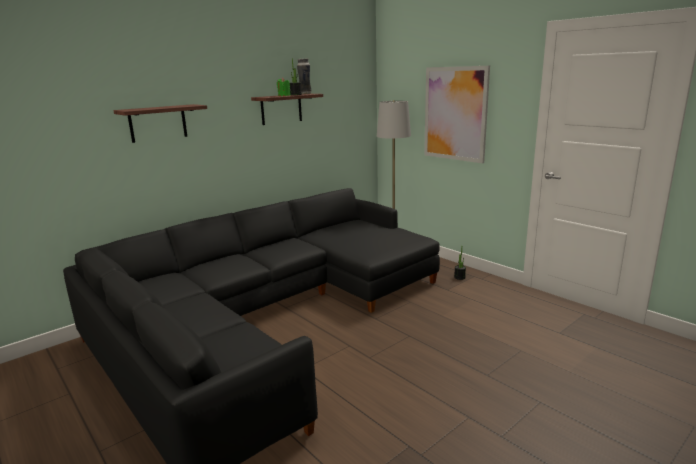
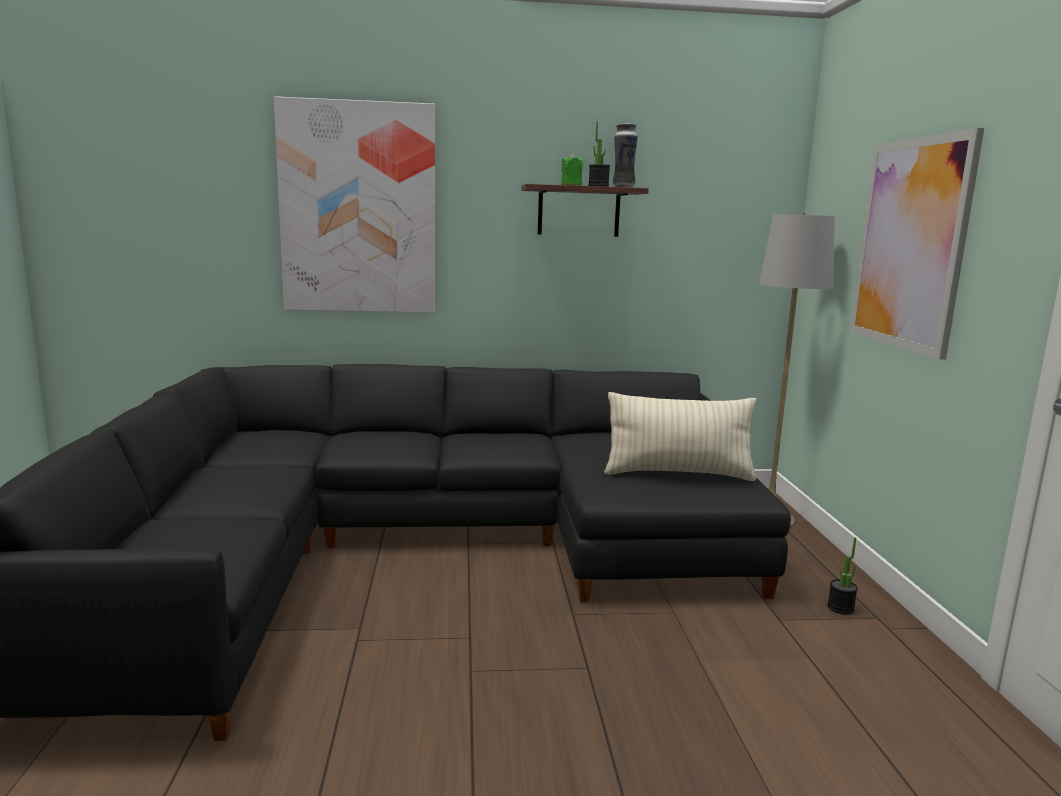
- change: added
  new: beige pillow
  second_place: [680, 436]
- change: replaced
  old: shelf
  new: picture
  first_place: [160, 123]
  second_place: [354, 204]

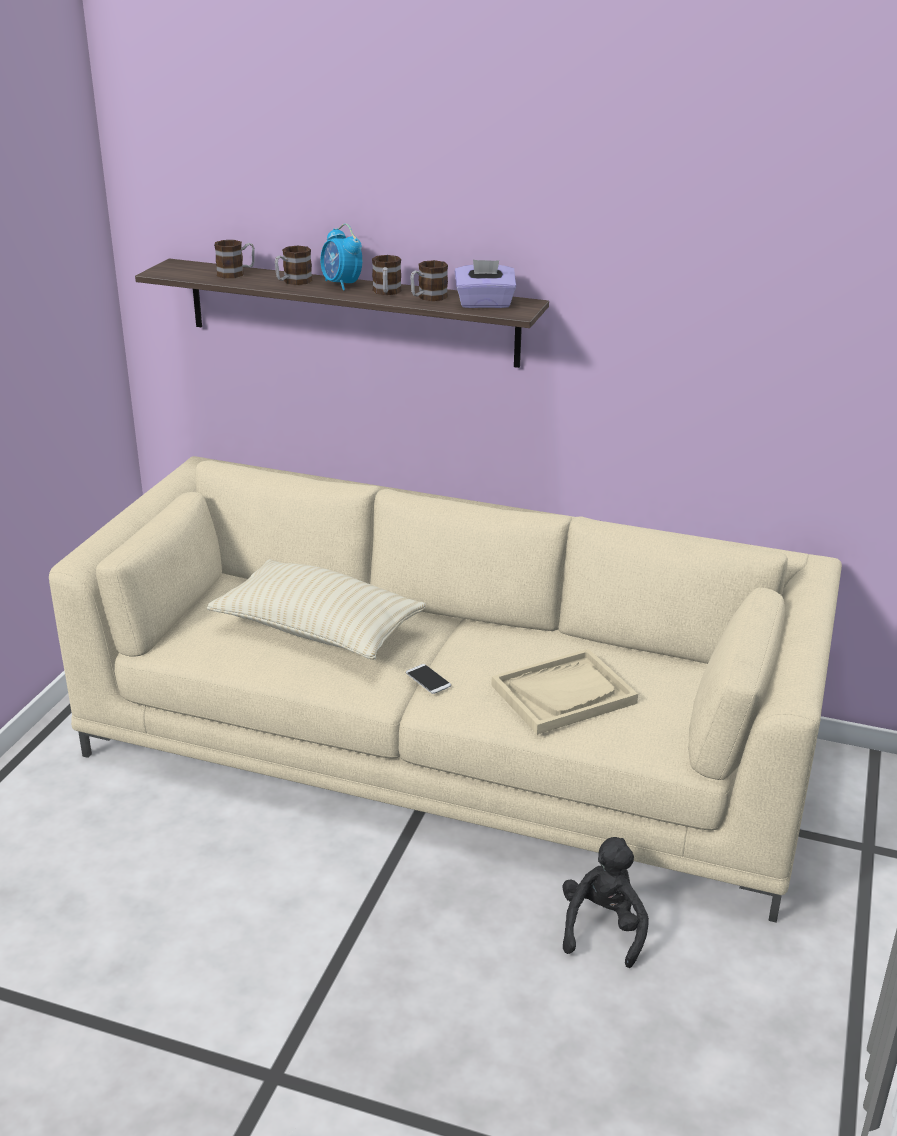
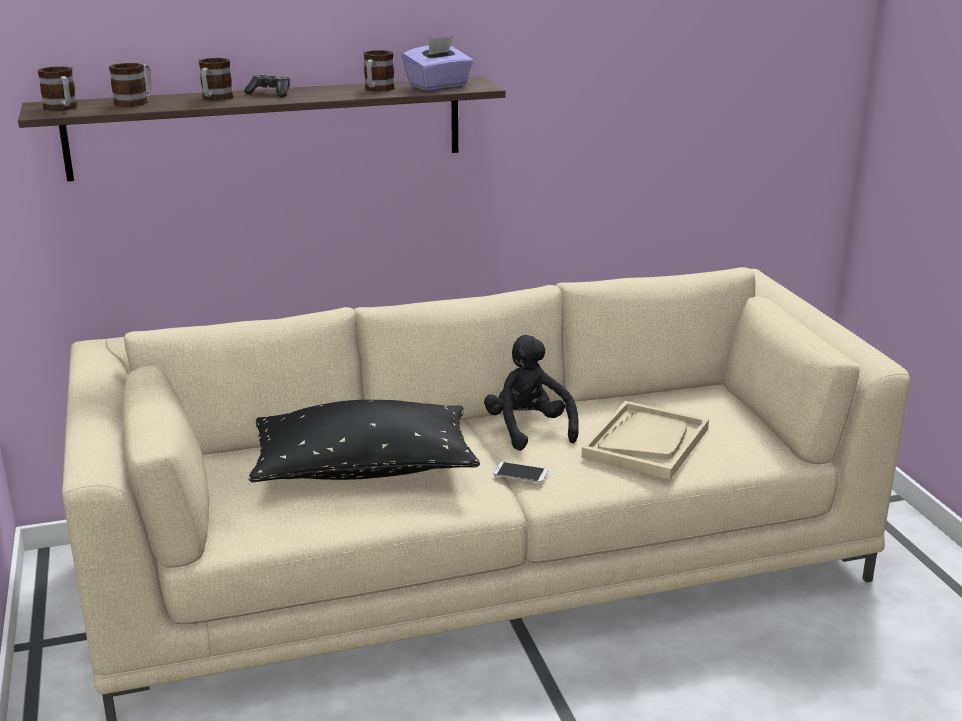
- change: moved
  old: mug
  first_place: [387, 275]
  second_place: [58, 88]
- change: moved
  old: black plush toy
  first_place: [606, 902]
  second_place: [531, 393]
- change: replaced
  old: alarm clock
  new: game controller
  first_place: [341, 257]
  second_place: [267, 85]
- change: recoloured
  old: beige pillow
  new: black pillow
  first_place: [316, 609]
  second_place: [364, 441]

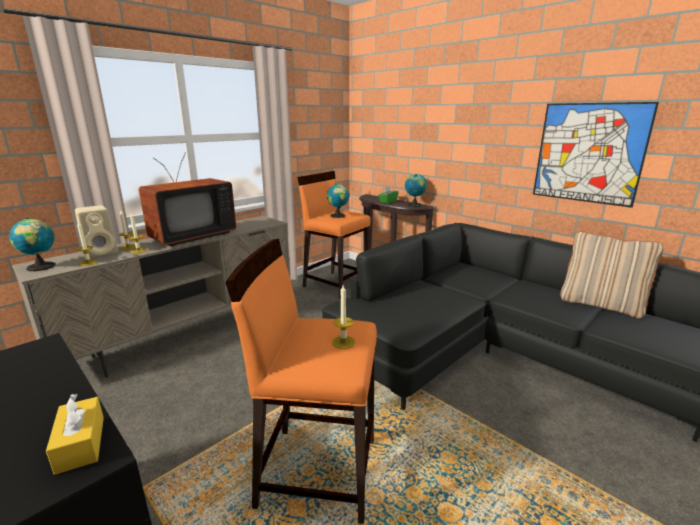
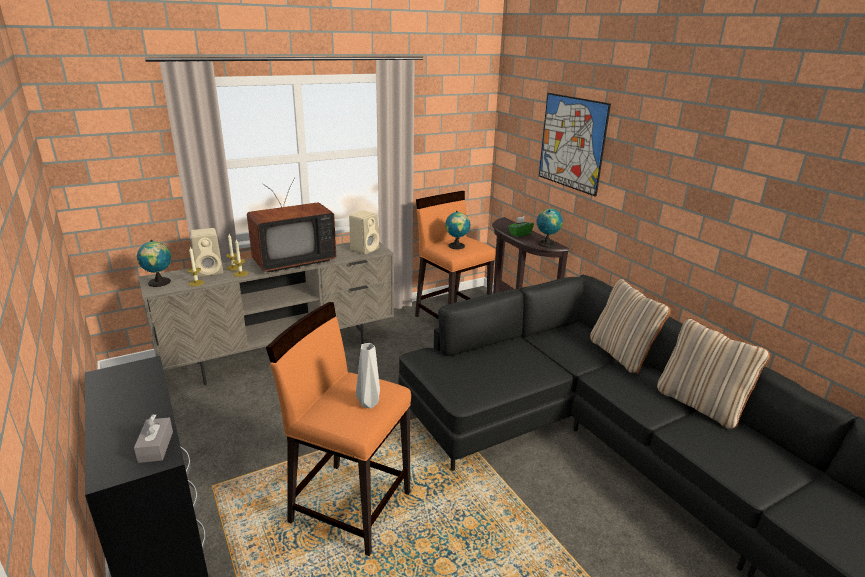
- change: added
  new: beige speaker
  second_place: [364, 232]
- change: added
  new: beige pillow
  second_place: [630, 326]
- change: moved
  old: picture
  first_place: [596, 155]
  second_place: [575, 145]
- change: replaced
  old: candle
  new: grey vase
  first_place: [343, 317]
  second_place: [368, 376]
- change: recoloured
  old: yellow tissue box
  new: grey tissue box
  first_place: [75, 434]
  second_place: [153, 438]

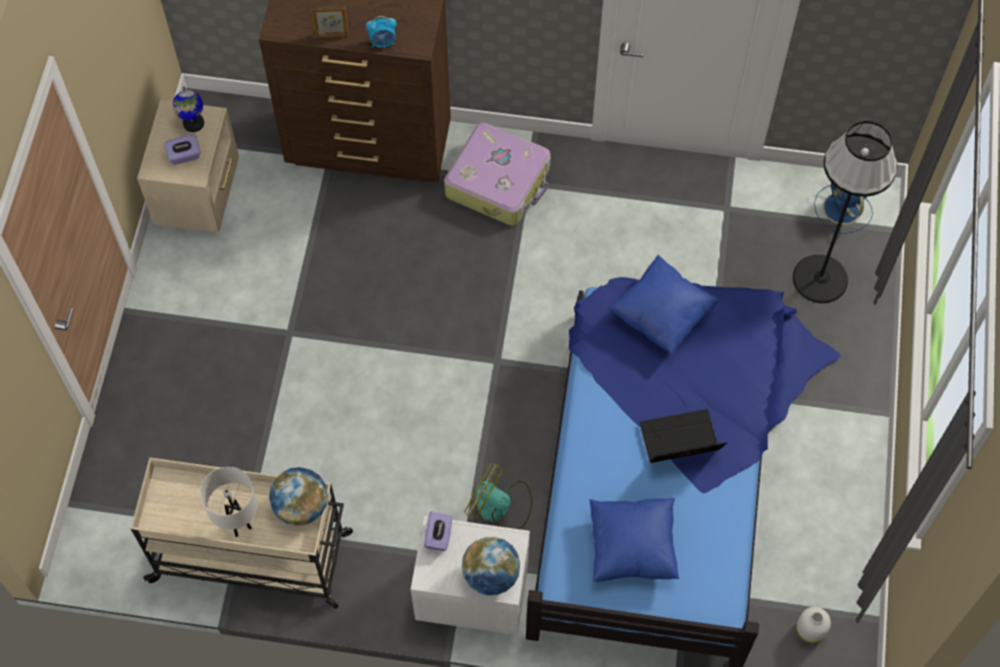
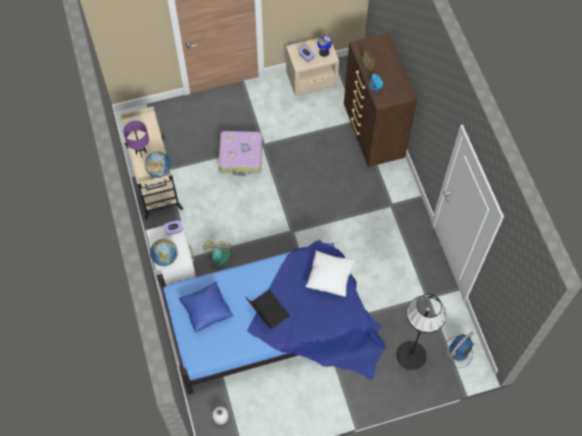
- change: moved
  old: suitcase
  first_place: [497, 174]
  second_place: [240, 153]
- change: recoloured
  old: white table lamp
  new: purple table lamp
  first_place: [229, 502]
  second_place: [136, 139]
- change: recoloured
  old: blue pillow
  new: white pillow
  first_place: [664, 305]
  second_place: [330, 273]

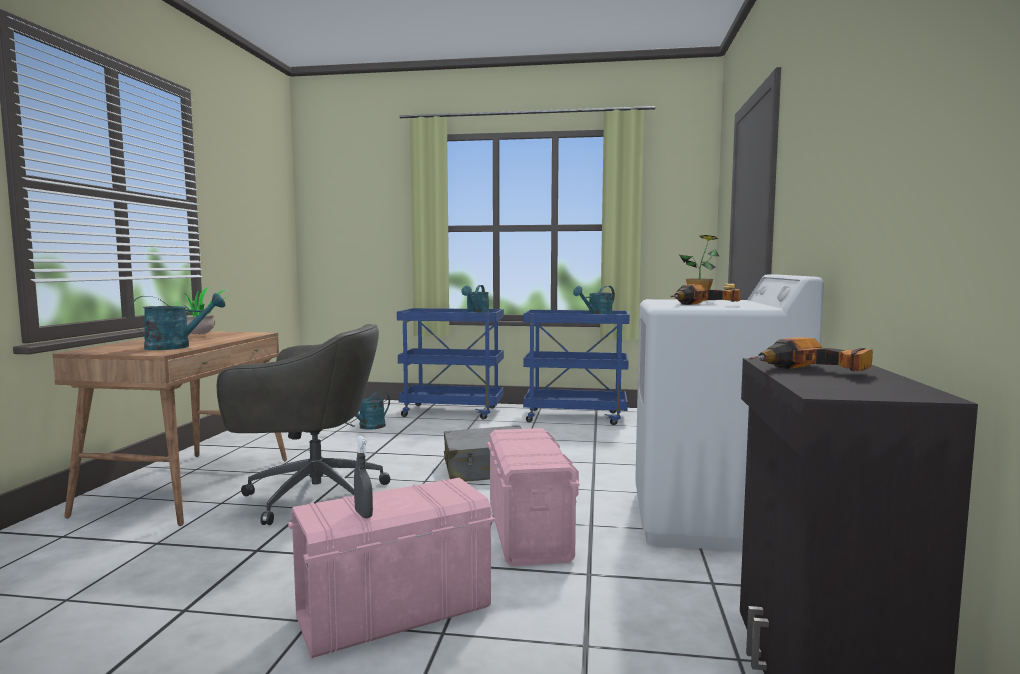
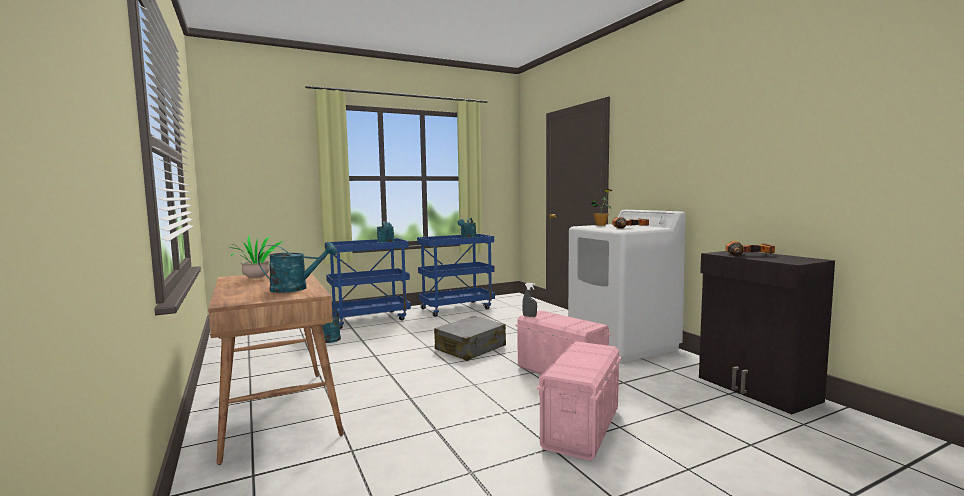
- change: removed
  old: grey office chair
  first_place: [303, 424]
- change: moved
  old: grey spray bottle
  first_place: [363, 477]
  second_place: [529, 300]
- change: turned
  old: turquoise watering can
  first_place: [177, 321]
  second_place: [297, 267]
  degrees: 60

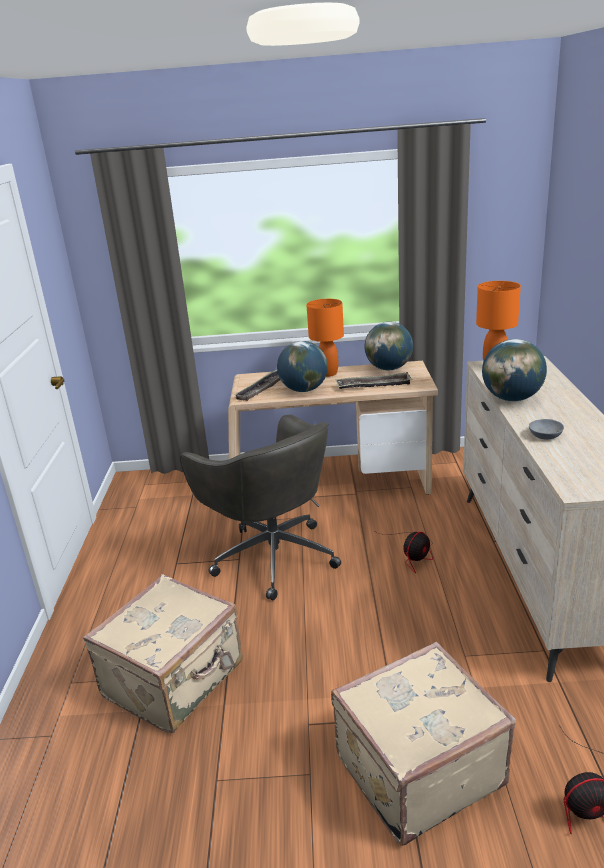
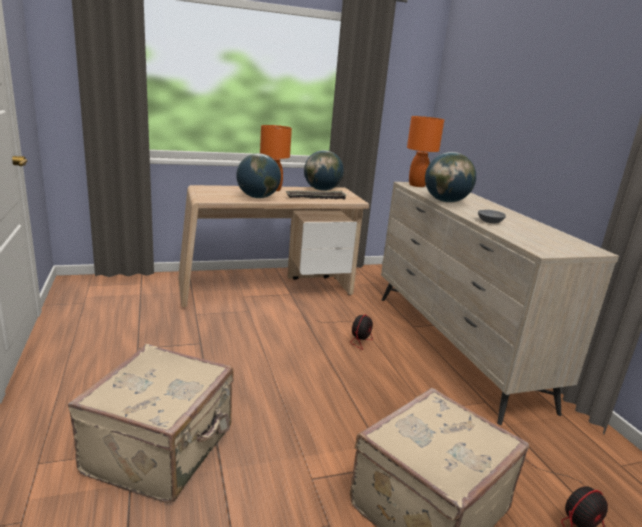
- change: removed
  old: grey office chair
  first_place: [260, 507]
- change: removed
  old: tray
  first_place: [257, 385]

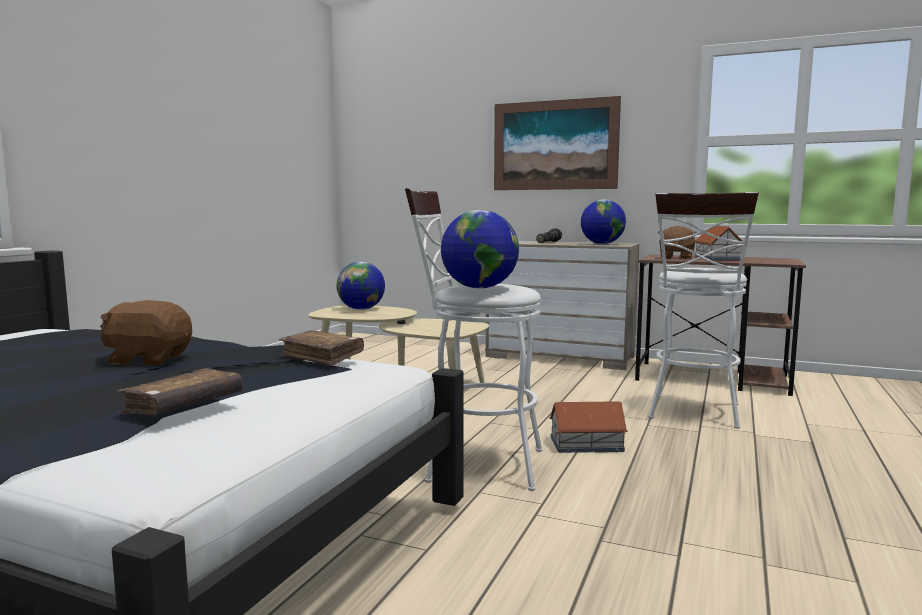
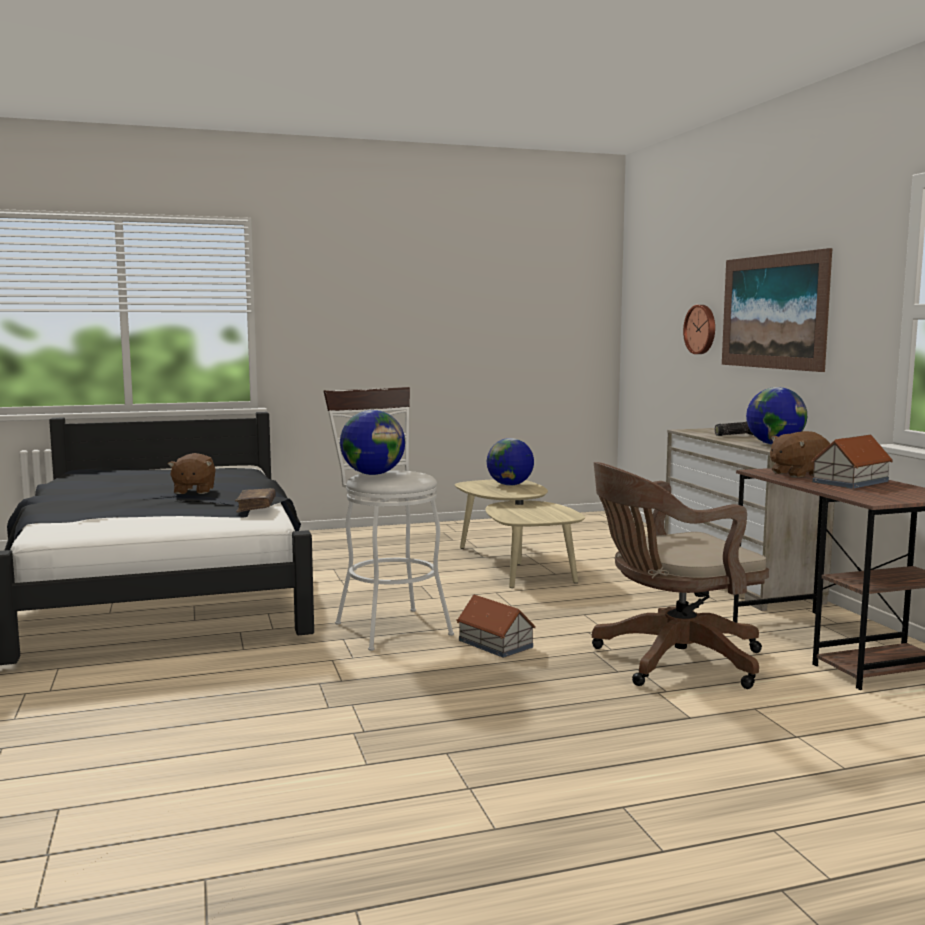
- change: removed
  old: brown book
  first_place: [179, 392]
- change: added
  new: wall clock
  second_place: [699, 329]
- change: replaced
  old: white stool
  new: brown office chair
  first_place: [703, 310]
  second_place: [680, 575]
- change: turned
  old: brown plush toy
  first_place: [146, 333]
  second_place: [192, 473]
  degrees: -150

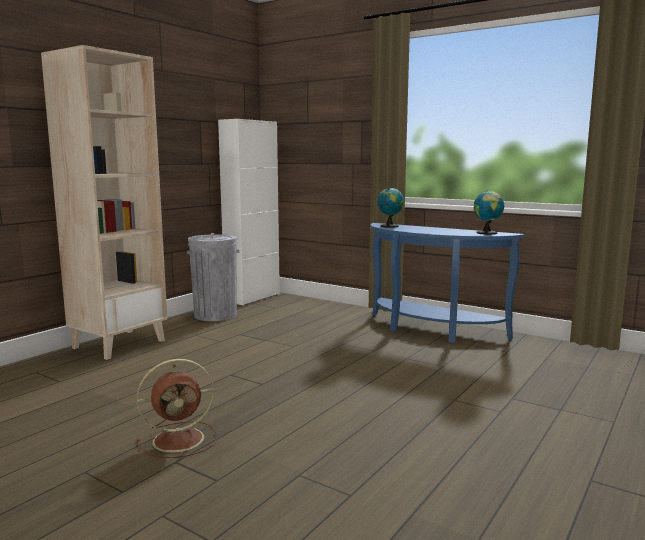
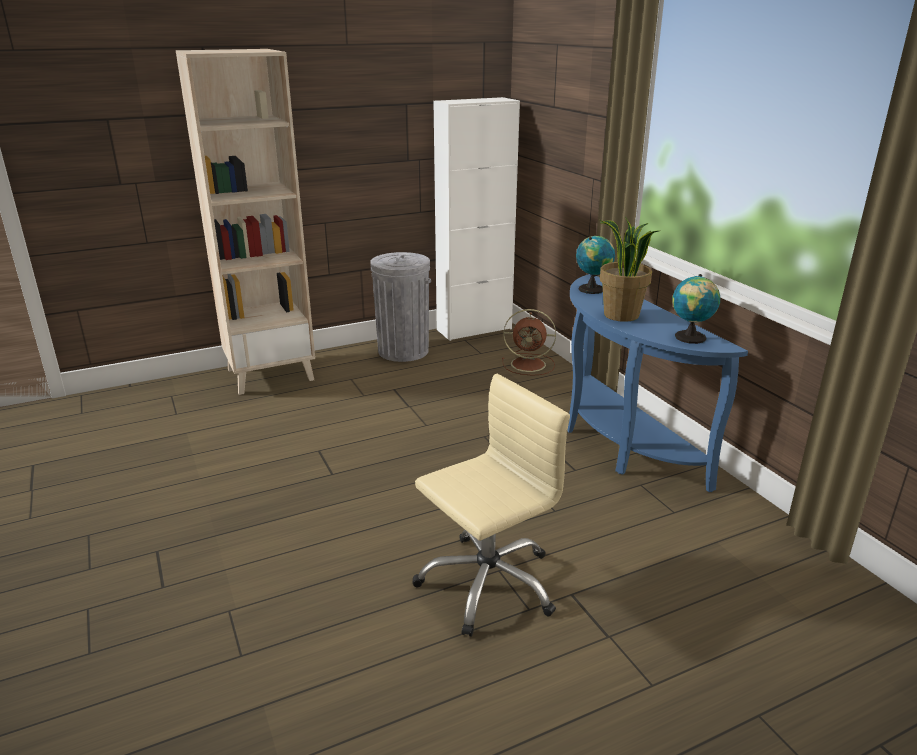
- change: added
  new: beige office chair
  second_place: [491, 505]
- change: added
  new: potted plant
  second_place: [629, 269]
- change: moved
  old: brown fan
  first_place: [177, 408]
  second_place: [529, 342]

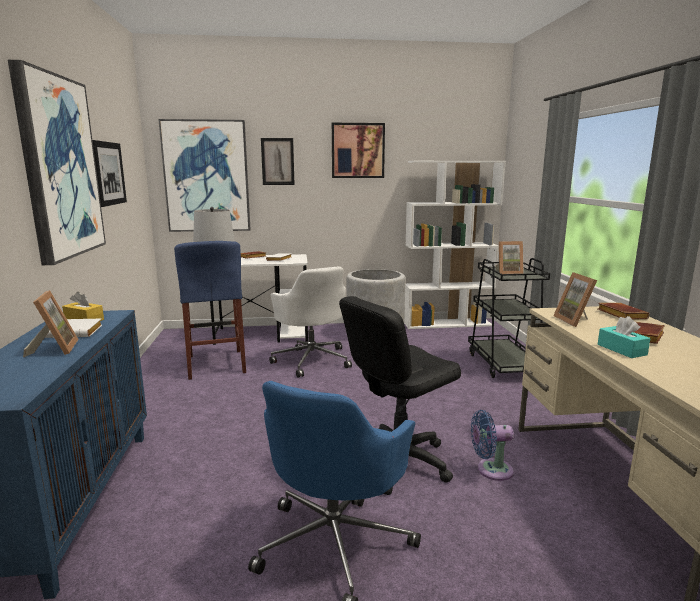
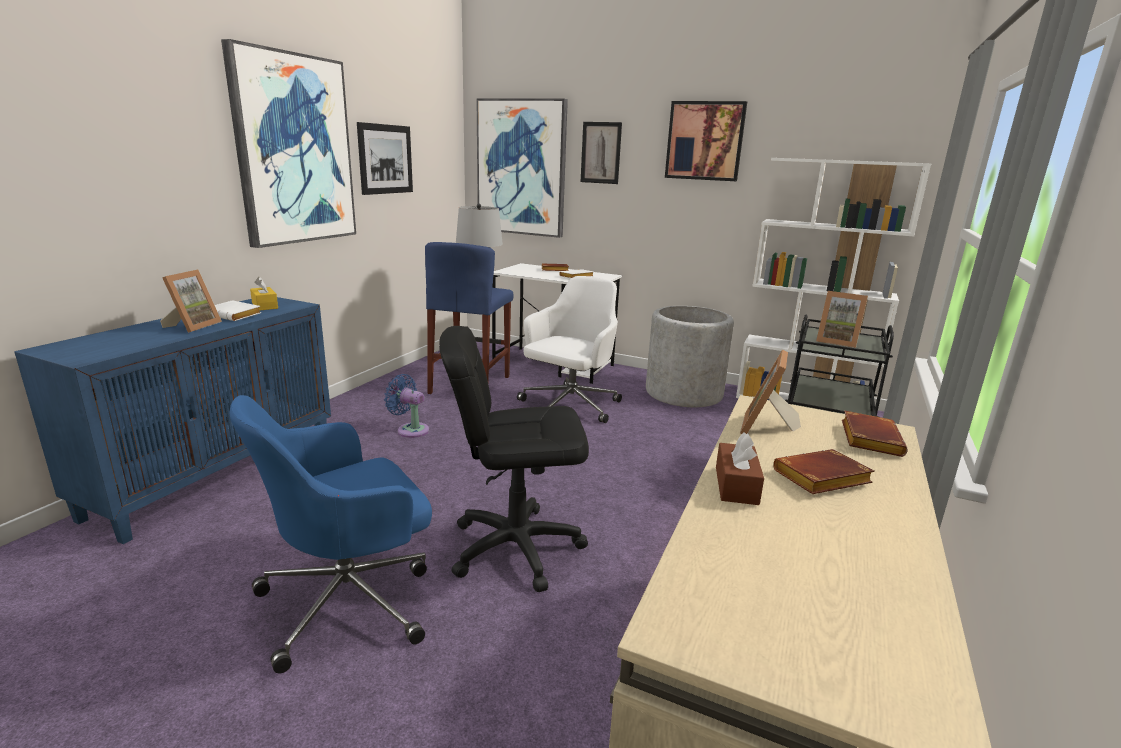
- change: moved
  old: blue fan
  first_place: [492, 445]
  second_place: [406, 406]
- change: recoloured
  old: turquoise tissue box
  new: brown tissue box
  first_place: [624, 337]
  second_place: [740, 468]
- change: turned
  old: white office chair
  first_place: [310, 321]
  second_place: [569, 349]
  degrees: -150

